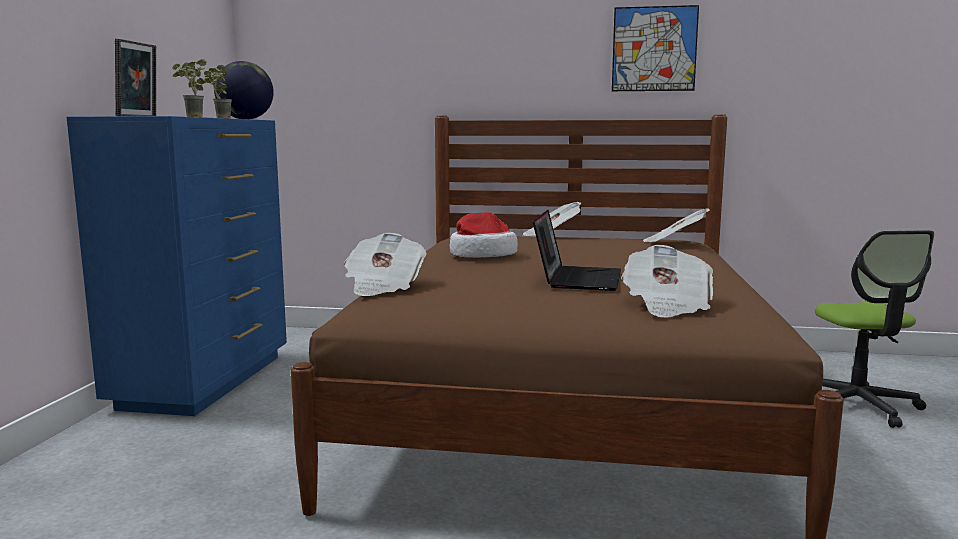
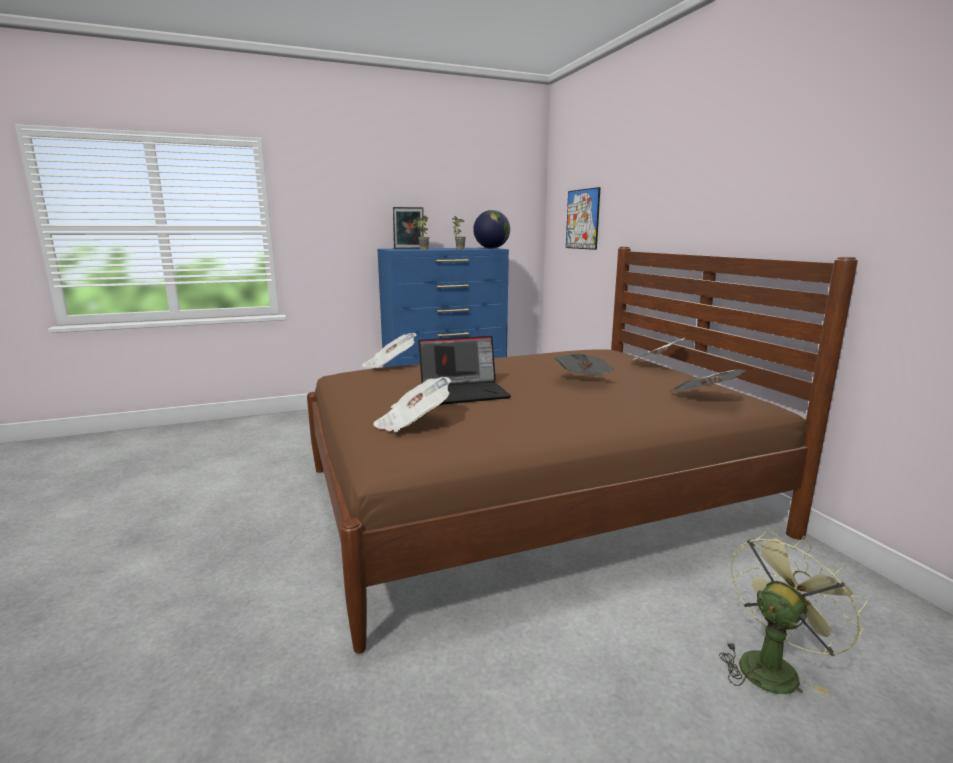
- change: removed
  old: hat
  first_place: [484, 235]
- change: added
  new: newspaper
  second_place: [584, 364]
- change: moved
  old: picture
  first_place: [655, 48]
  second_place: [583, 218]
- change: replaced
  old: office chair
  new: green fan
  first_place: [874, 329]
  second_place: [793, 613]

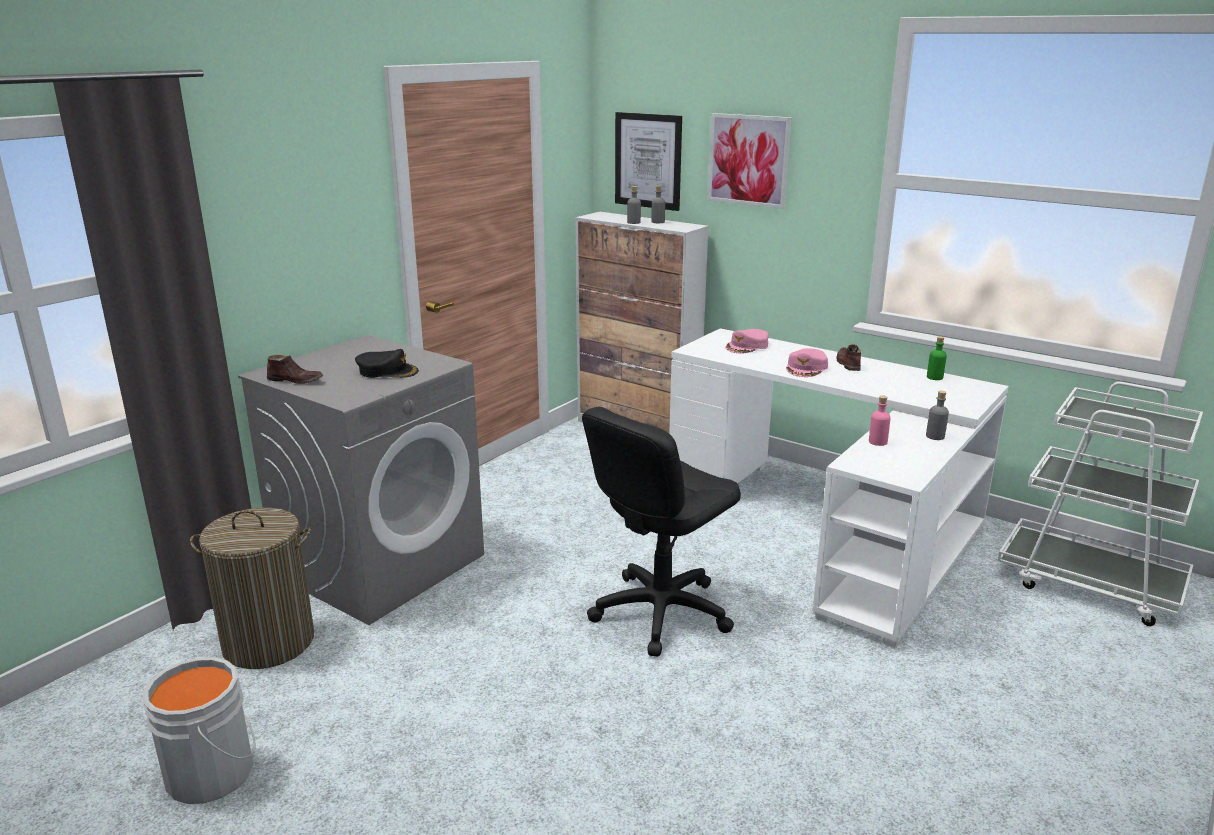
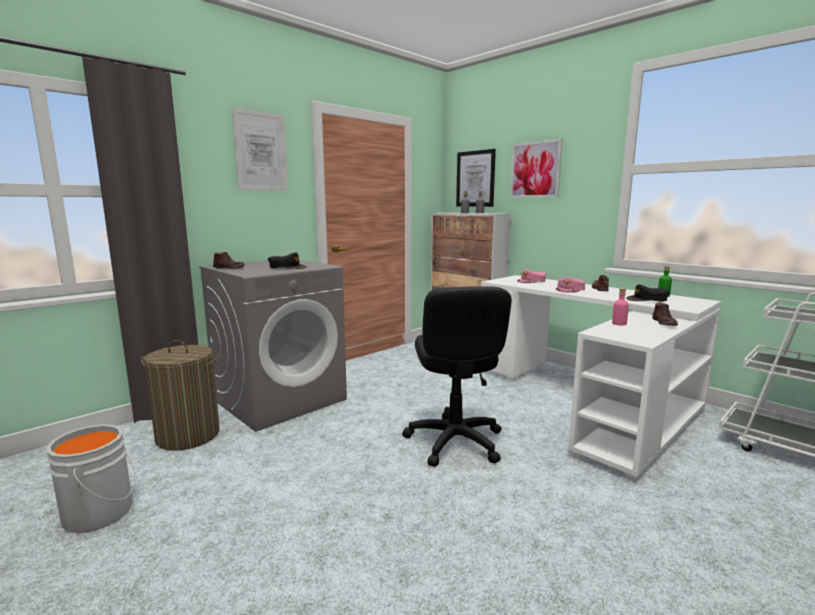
- change: added
  new: picture
  second_place: [260, 149]
- change: added
  new: black cap
  second_place: [648, 293]
- change: replaced
  old: grey bottle
  new: brown shoe
  first_place: [937, 415]
  second_place: [665, 314]
- change: turned
  old: black office chair
  first_place: [661, 532]
  second_place: [457, 377]
  degrees: -60

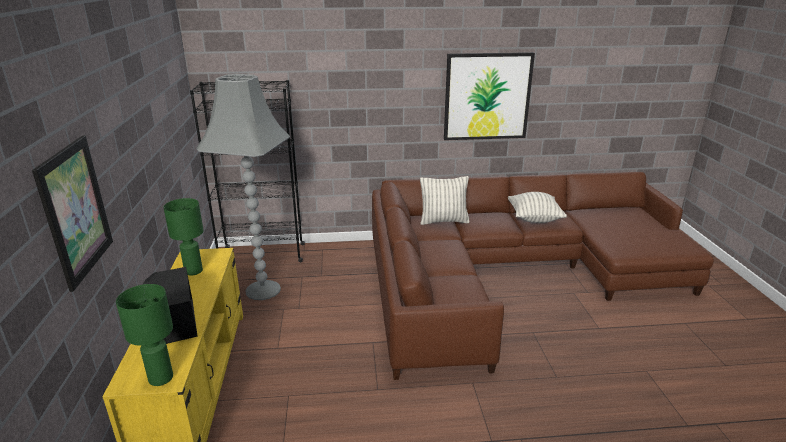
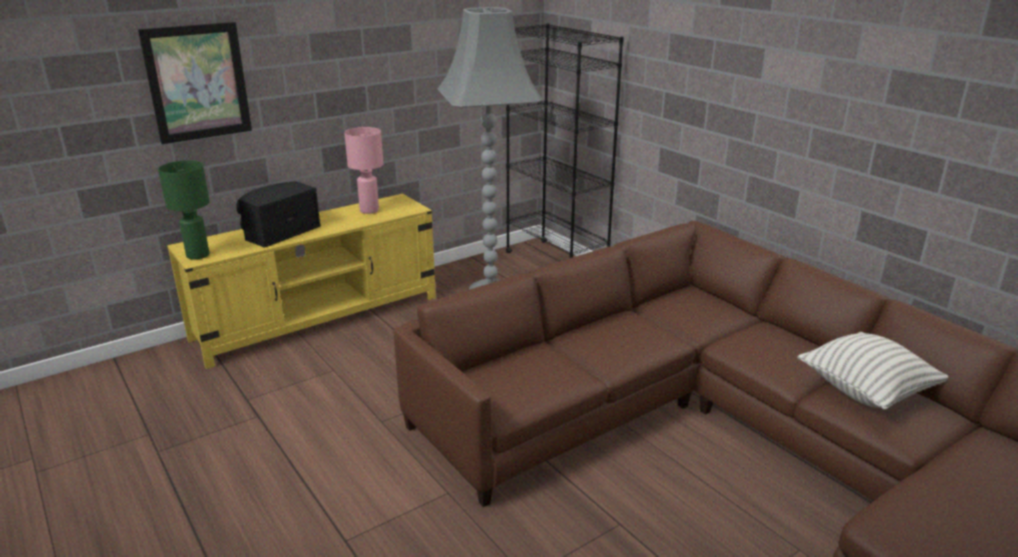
- change: removed
  old: pillow
  first_place: [445, 200]
- change: removed
  old: picture
  first_place: [489, 96]
- change: recoloured
  old: green table lamp
  new: pink table lamp
  first_place: [183, 237]
  second_place: [364, 170]

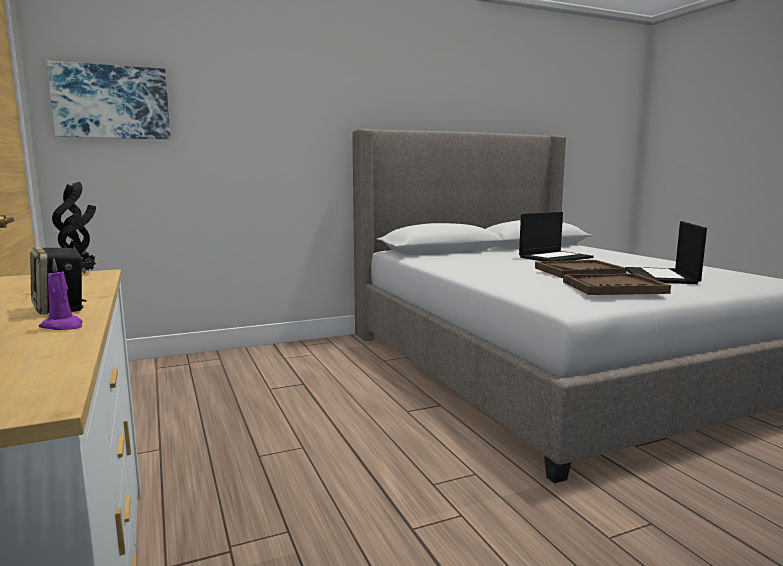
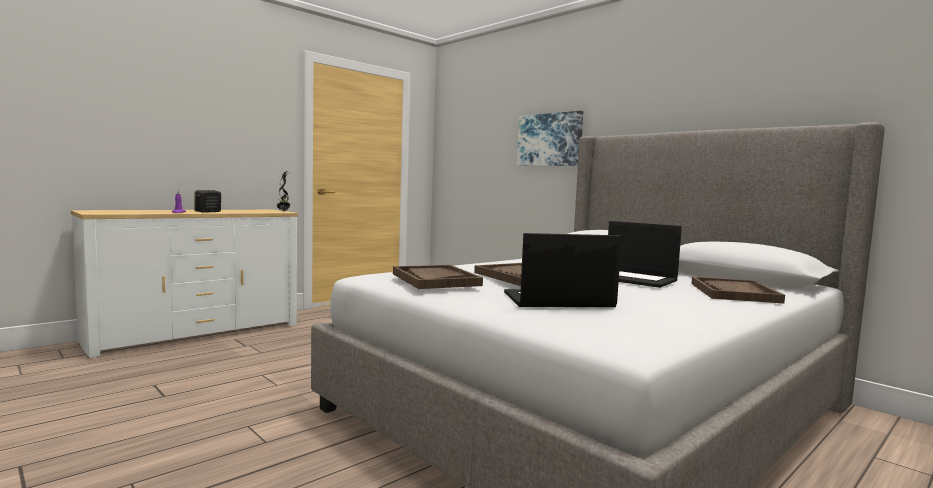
- change: added
  new: brown tray
  second_place: [738, 290]
- change: moved
  old: picture
  first_place: [108, 100]
  second_place: [550, 138]

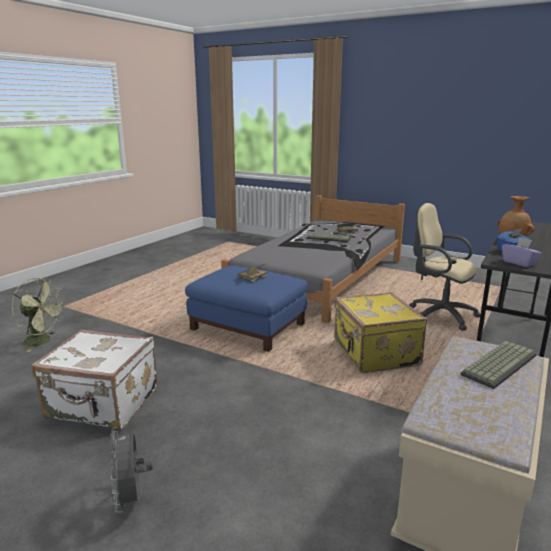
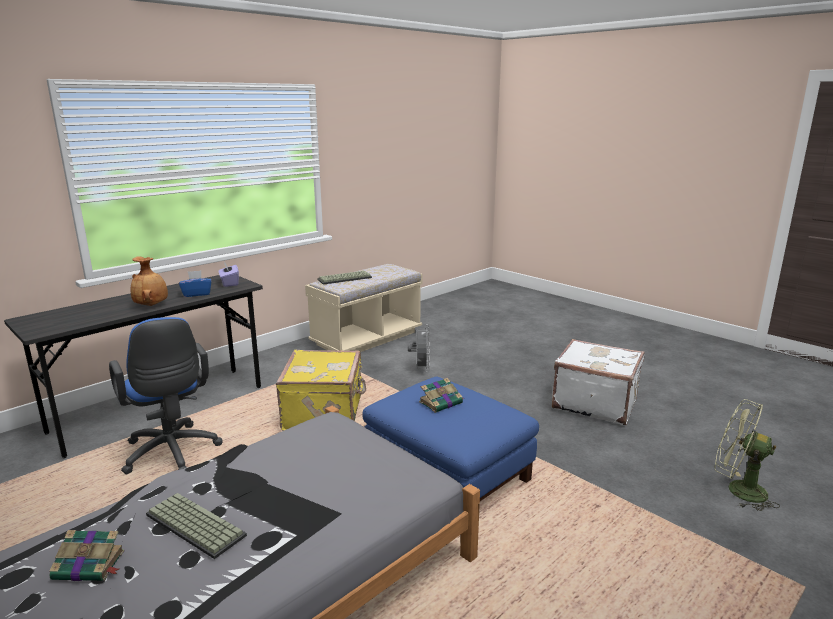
- change: moved
  old: grey fan
  first_place: [131, 470]
  second_place: [419, 348]
- change: recoloured
  old: beige office chair
  new: blue office chair
  first_place: [445, 267]
  second_place: [165, 396]

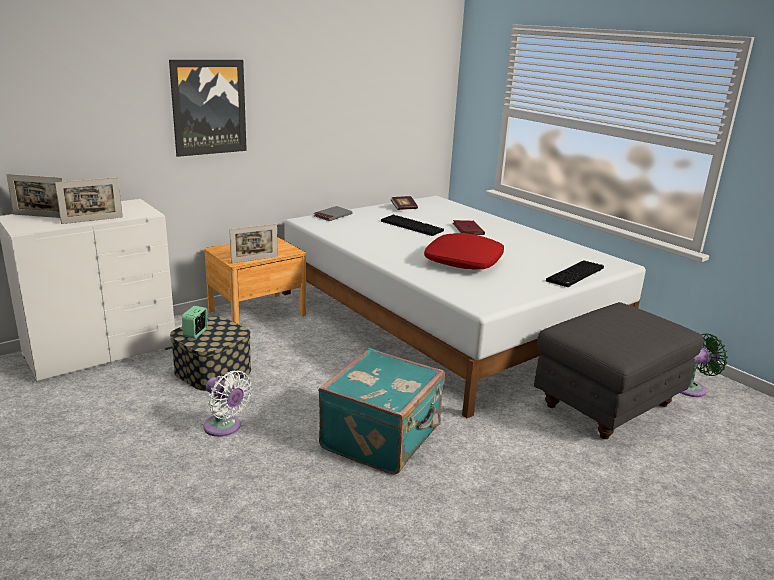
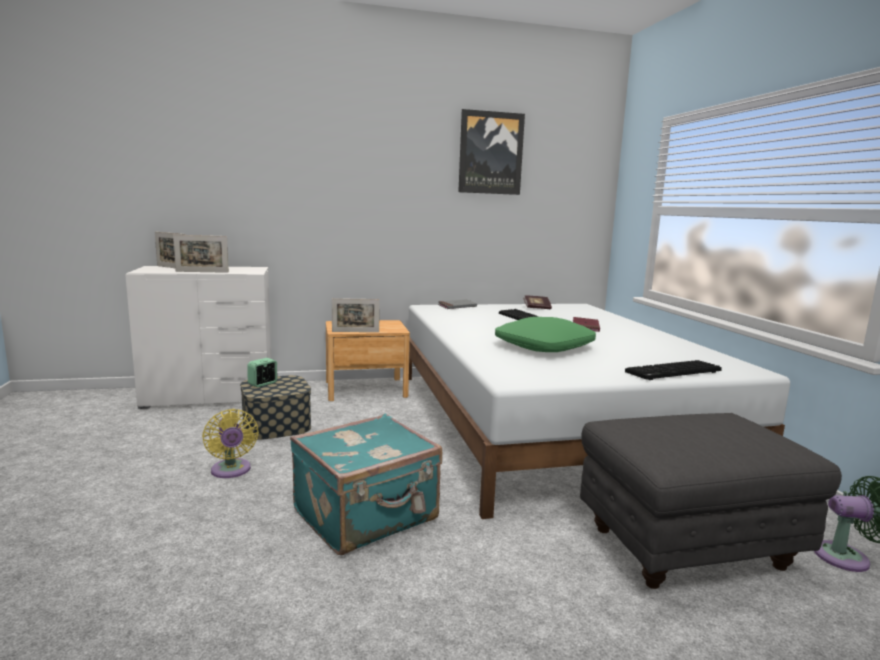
- change: moved
  old: picture
  first_place: [208, 108]
  second_place: [491, 152]
- change: recoloured
  old: white fan
  new: yellow fan
  first_place: [227, 403]
  second_place: [230, 443]
- change: recoloured
  old: red pillow
  new: green pillow
  first_place: [464, 251]
  second_place: [545, 334]

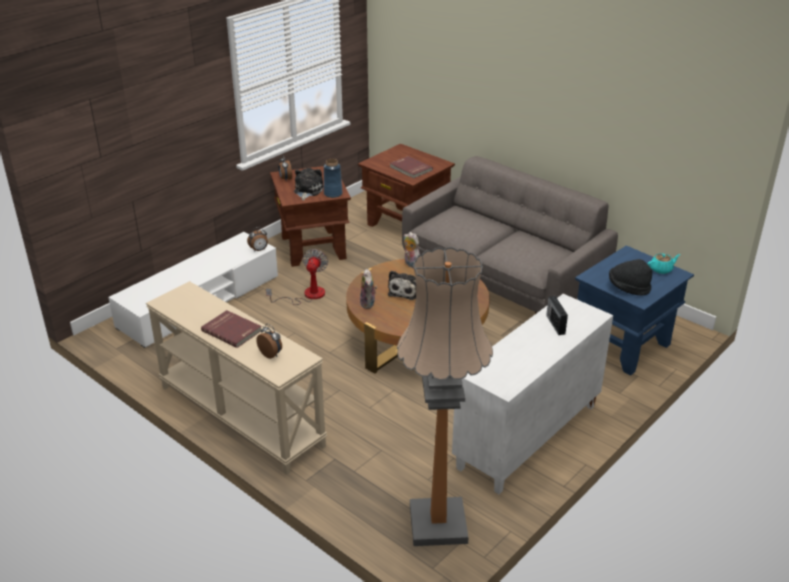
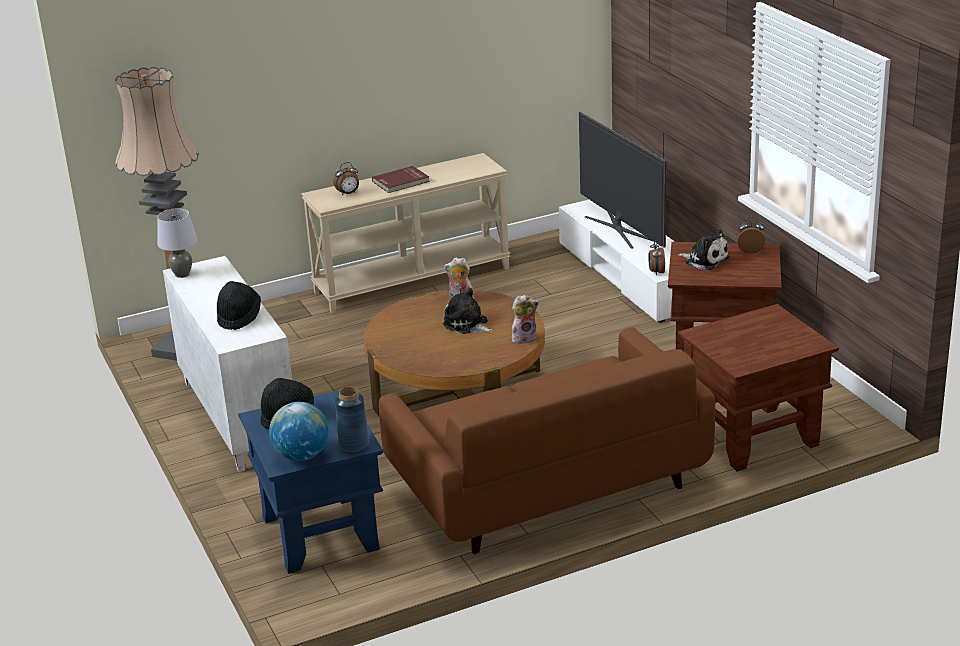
- change: removed
  old: fan
  first_place: [297, 277]
- change: removed
  old: red book
  first_place: [411, 167]
- change: added
  new: grey table lamp
  second_place: [177, 243]
- change: added
  new: television
  second_place: [622, 180]
- change: moved
  old: blue vase
  first_place: [333, 178]
  second_place: [352, 419]
- change: replaced
  old: radio
  new: black hat
  first_place: [557, 315]
  second_place: [239, 305]
- change: replaced
  old: turquoise teapot
  new: globe
  first_place: [663, 263]
  second_place: [299, 431]
- change: recoloured
  old: grey sofa
  new: brown sofa
  first_place: [510, 235]
  second_place: [547, 441]

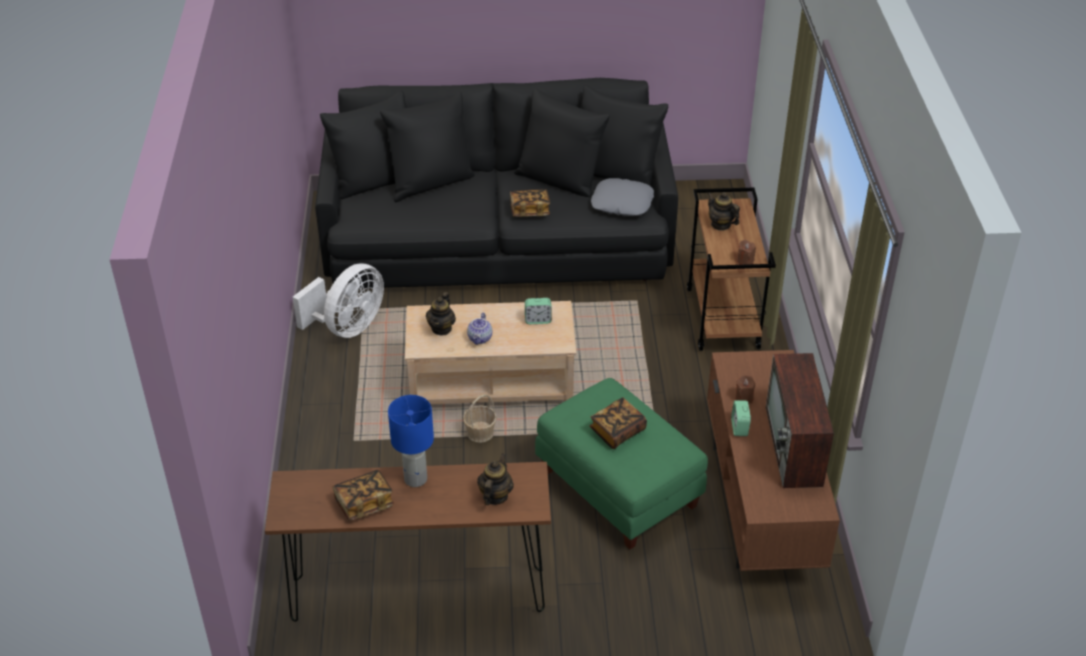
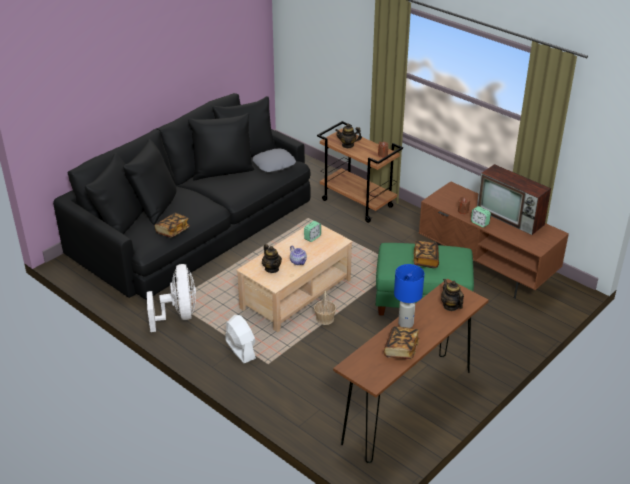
- change: added
  new: white fan
  second_place: [240, 339]
- change: moved
  old: book
  first_place: [530, 203]
  second_place: [172, 225]

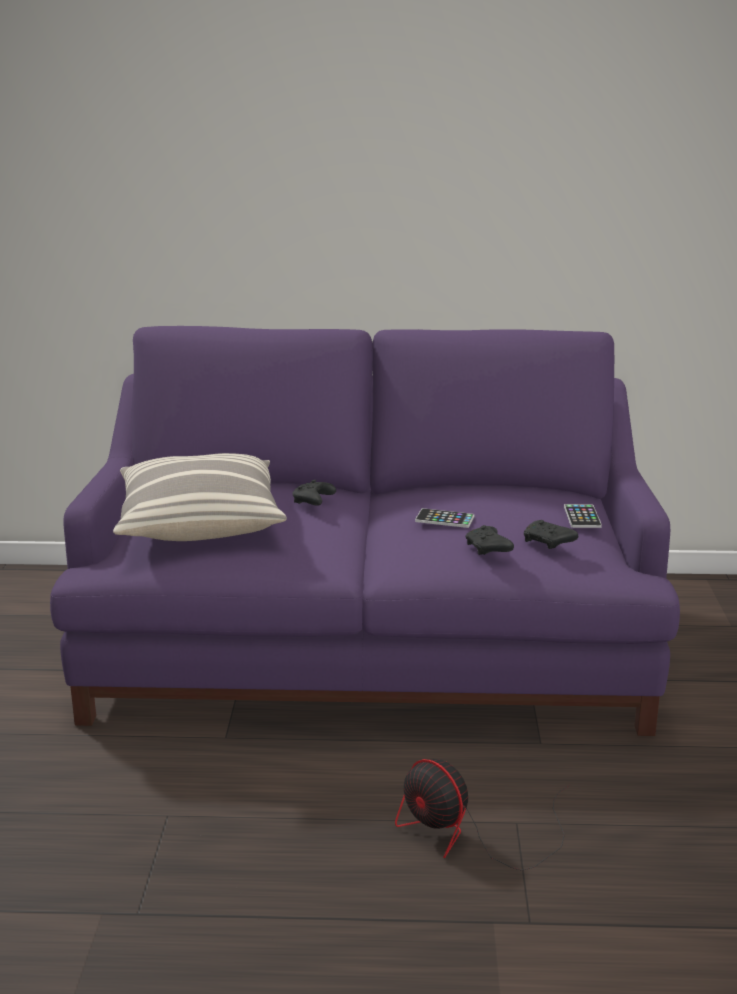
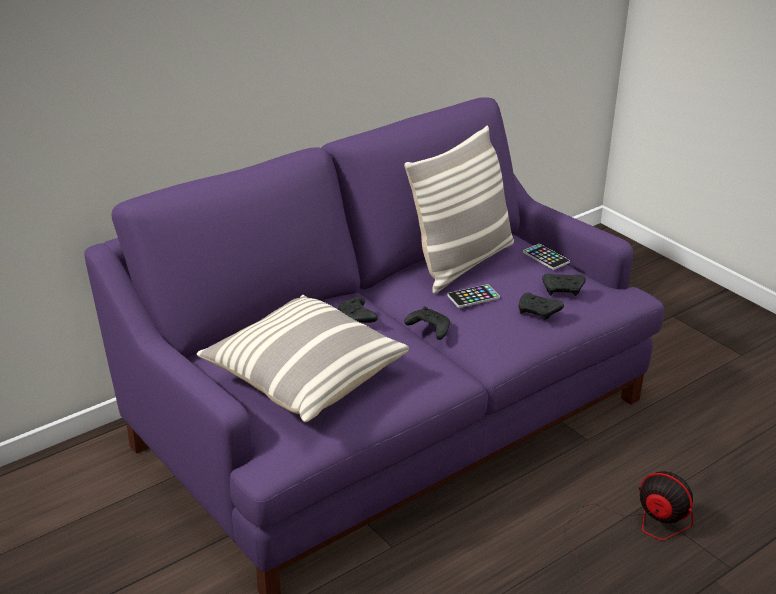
- change: added
  new: pillow
  second_place: [459, 210]
- change: added
  new: black game controller
  second_place: [427, 323]
- change: turned
  old: fan
  first_place: [482, 815]
  second_place: [629, 528]
  degrees: -150

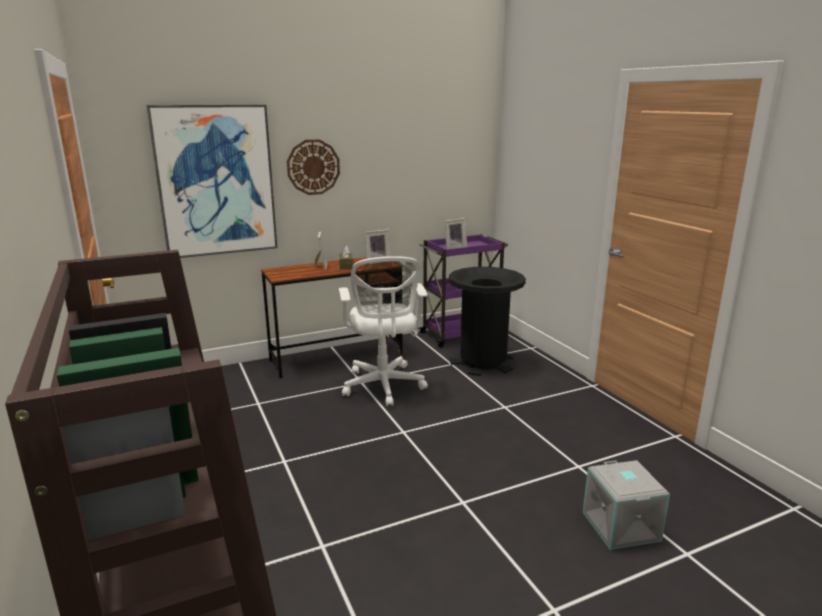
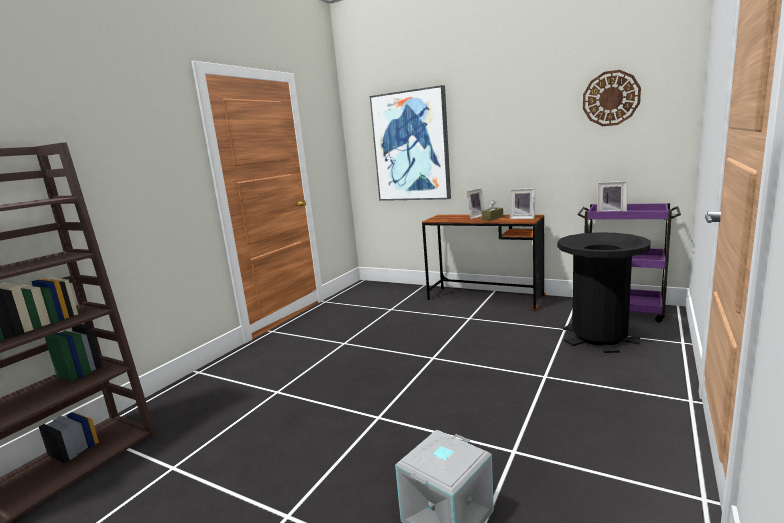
- change: removed
  old: white office chair
  first_place: [383, 331]
- change: moved
  old: wall clock
  first_place: [313, 167]
  second_place: [612, 98]

